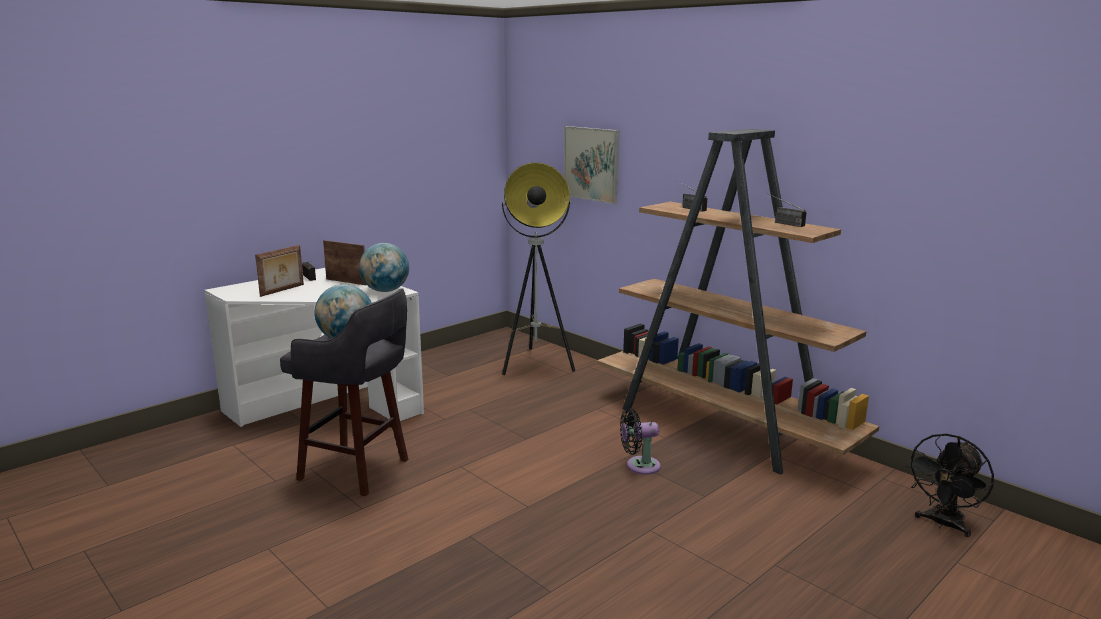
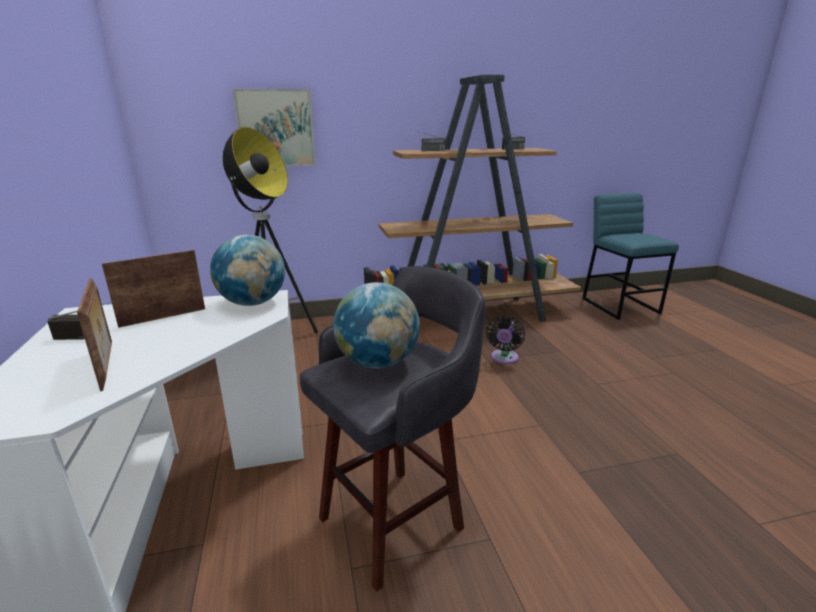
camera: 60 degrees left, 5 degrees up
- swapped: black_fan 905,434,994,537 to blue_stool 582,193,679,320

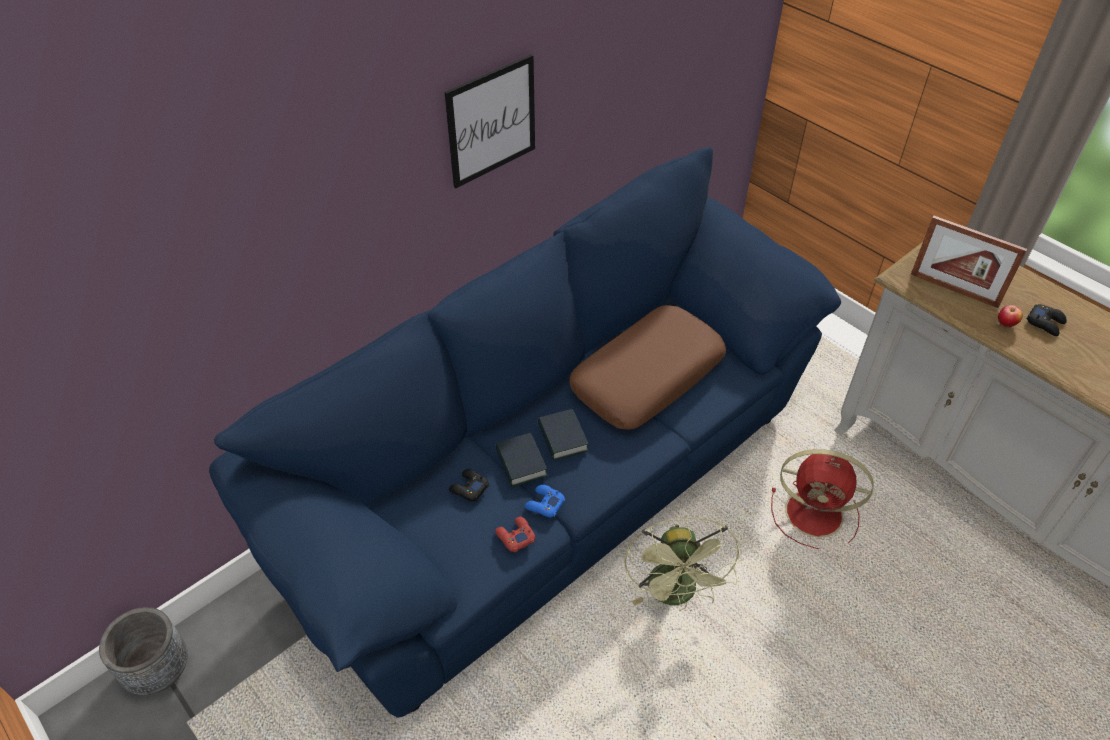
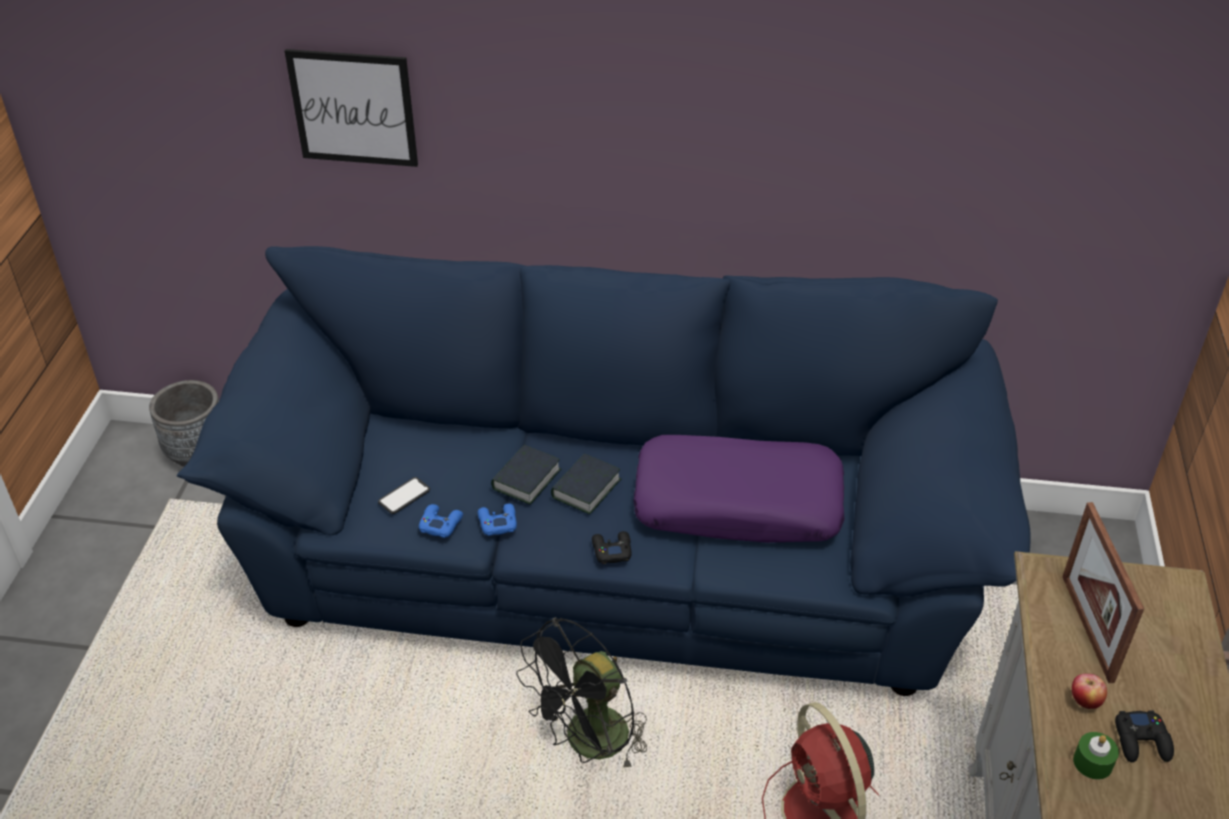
camera: 50 degrees right, 5 degrees down
- new: phone 378,477,430,514
- new: green_candle 1073,732,1119,780
- shifted: picture 445,54,535,188 to 285,49,418,167
- shifted: black_game_controller 449,469,489,502 to 592,531,632,564
- repainted: red_game_controller 495,517,535,552 to blue_game_controller 419,504,463,538
- repainted: brown_pillow 569,305,726,430 to purple_pillow 634,435,845,543
- repainted: green_fan 624,516,742,611 to black_fan 516,617,647,770

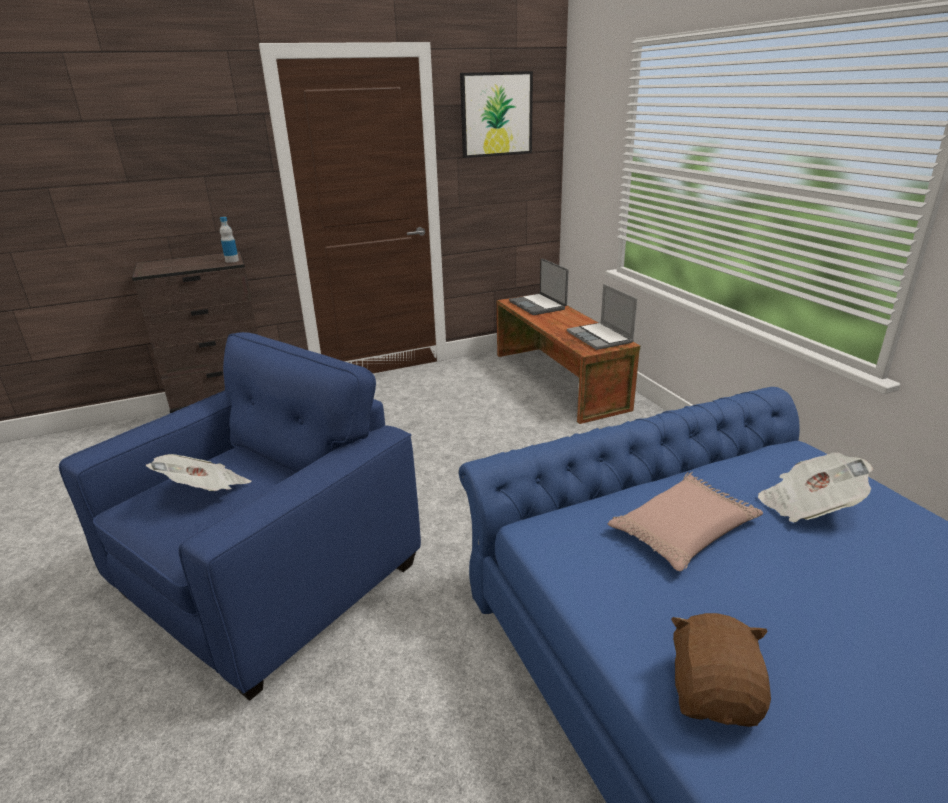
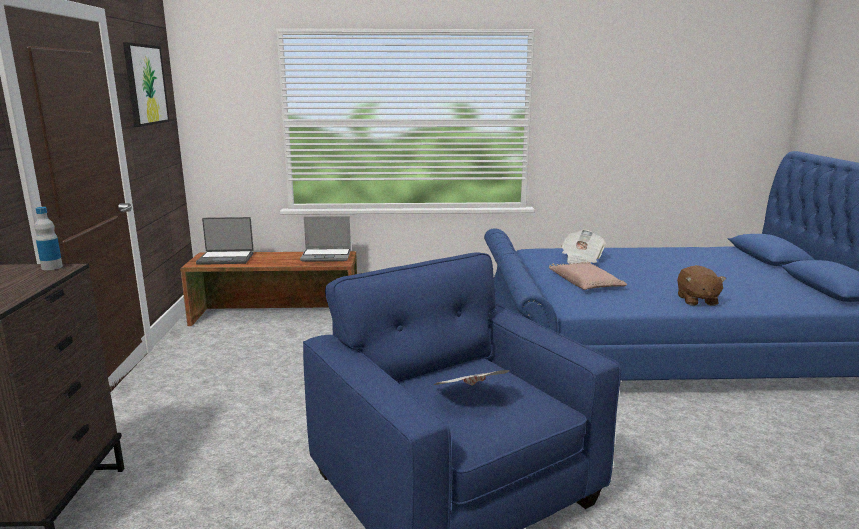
camera: 70 degrees left, 10 degrees down
- rotated: brown_plush_toy 671,613,771,727 = 677,265,726,306 120 degrees counterclockwise

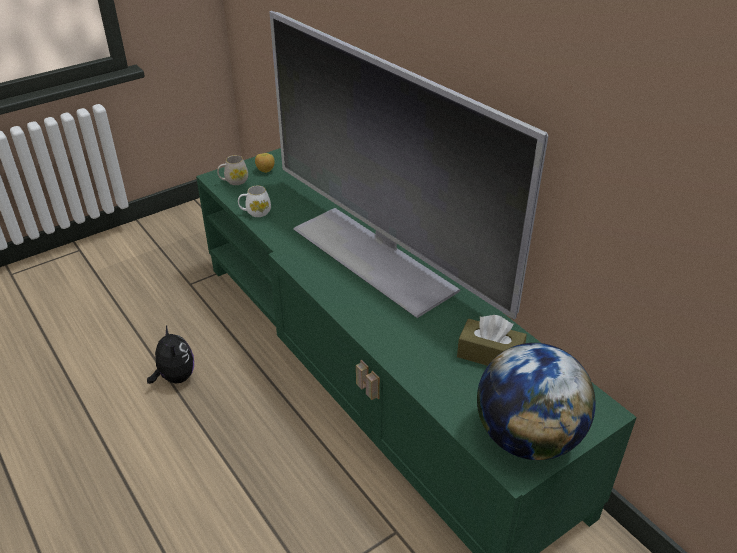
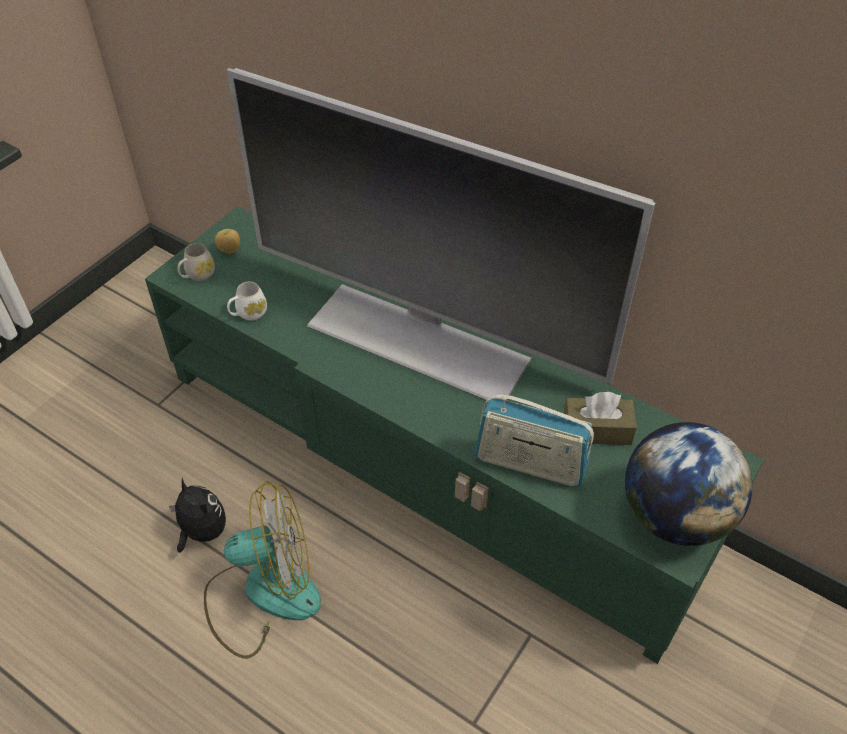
camera: 20 degrees left, 10 degrees up
- new: fan 204,481,321,659
- new: radio 474,395,594,487

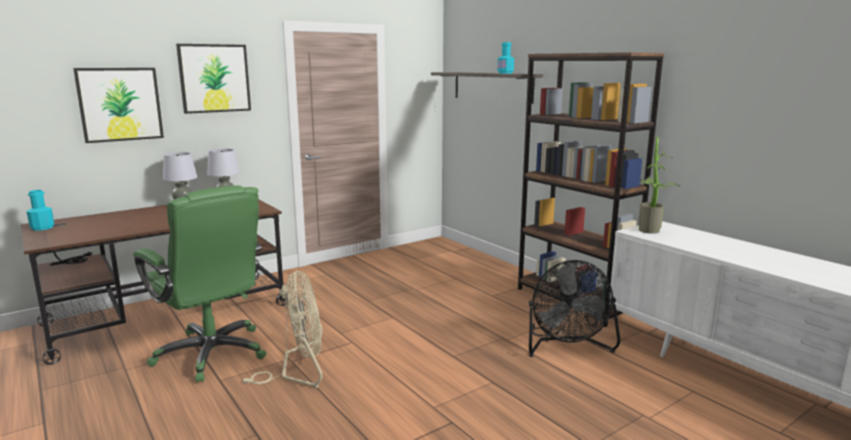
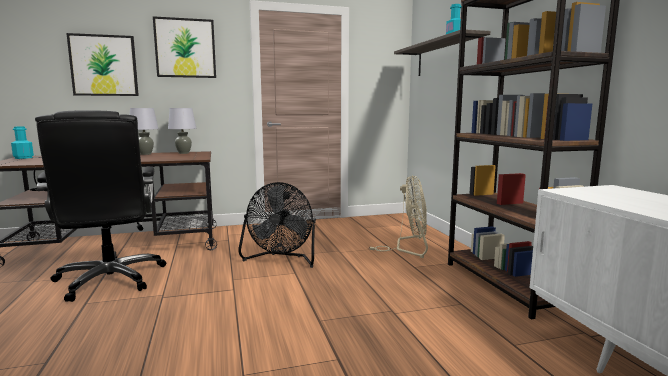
camera: 20 degrees right, 5 degrees down
- gone: potted_plant 638,137,681,234
- shifted: beige_fan 242,271,323,389 to 369,175,428,258
- shifted: black_fan 529,260,620,357 to 238,182,316,268
- repainted: green_office_chair 133,185,267,382 to black_office_chair 35,110,167,302

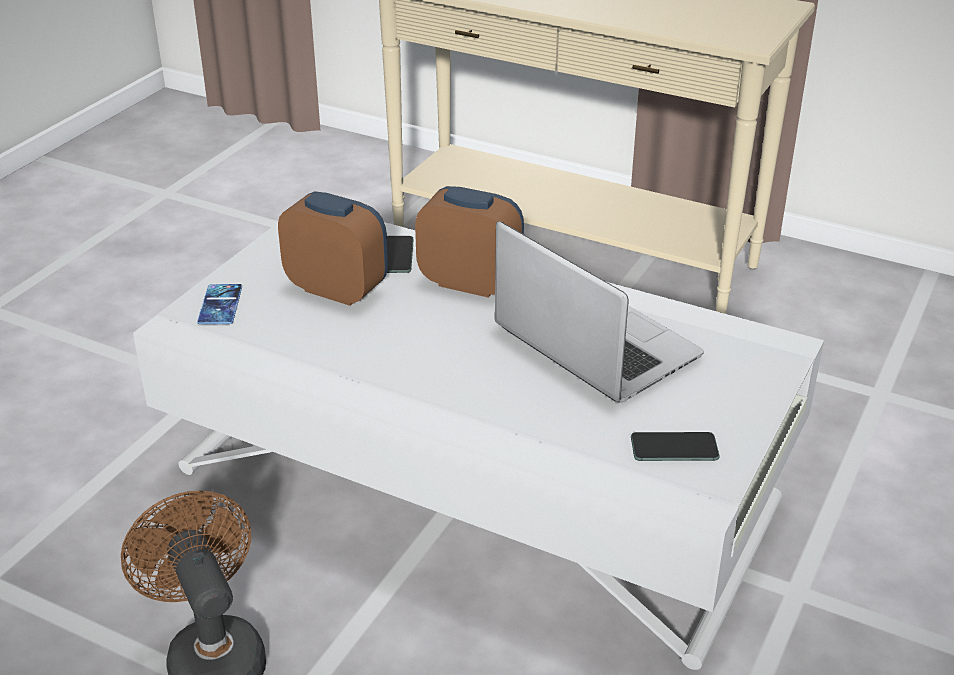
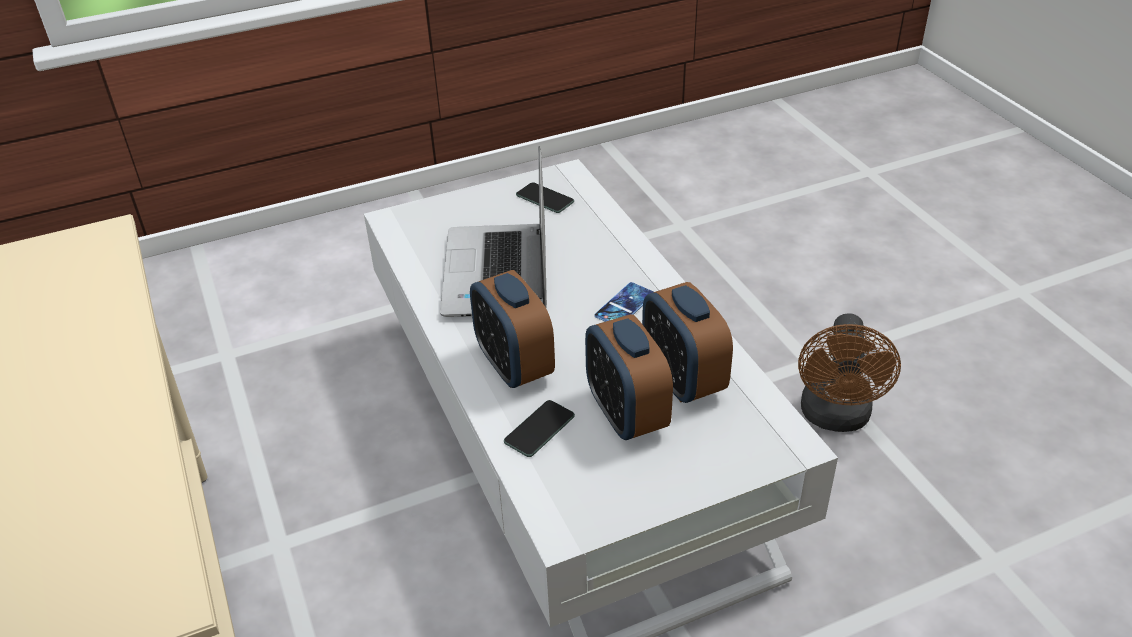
camera: 140 degrees left, 5 degrees up
- new: alarm_clock 642,282,733,403
- shifted: phone 197,284,242,324 to 594,282,654,322

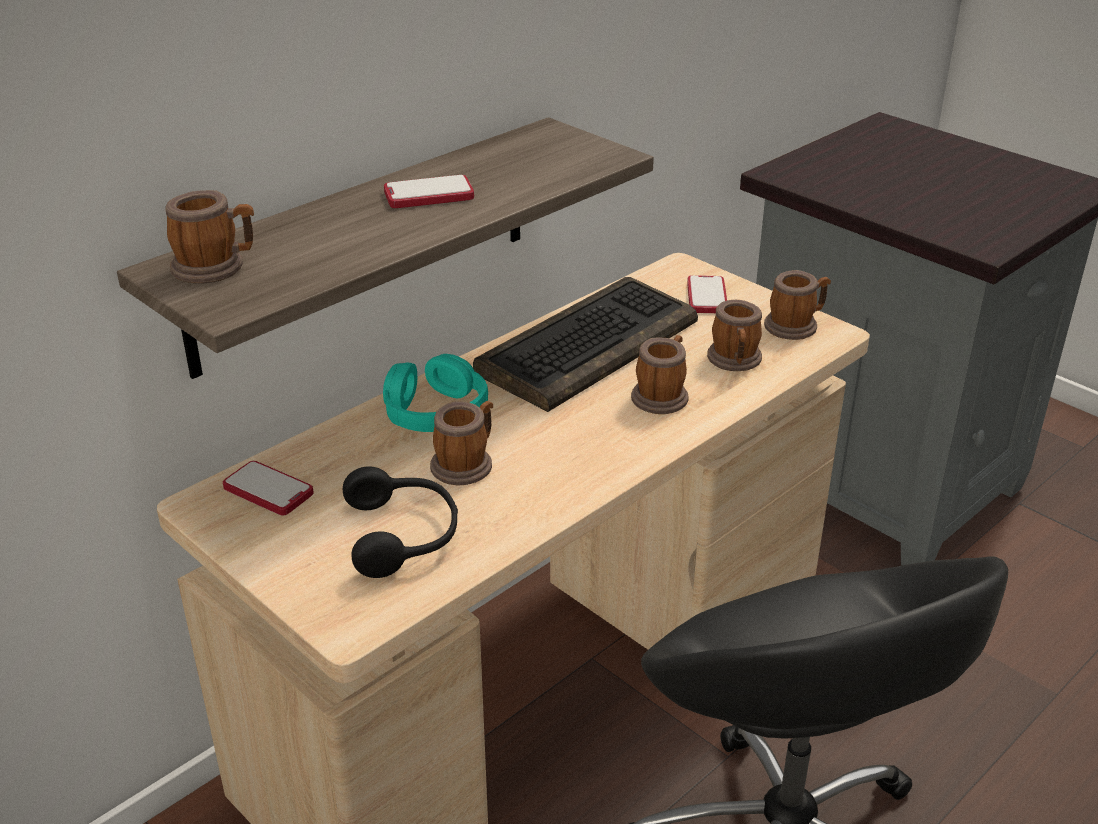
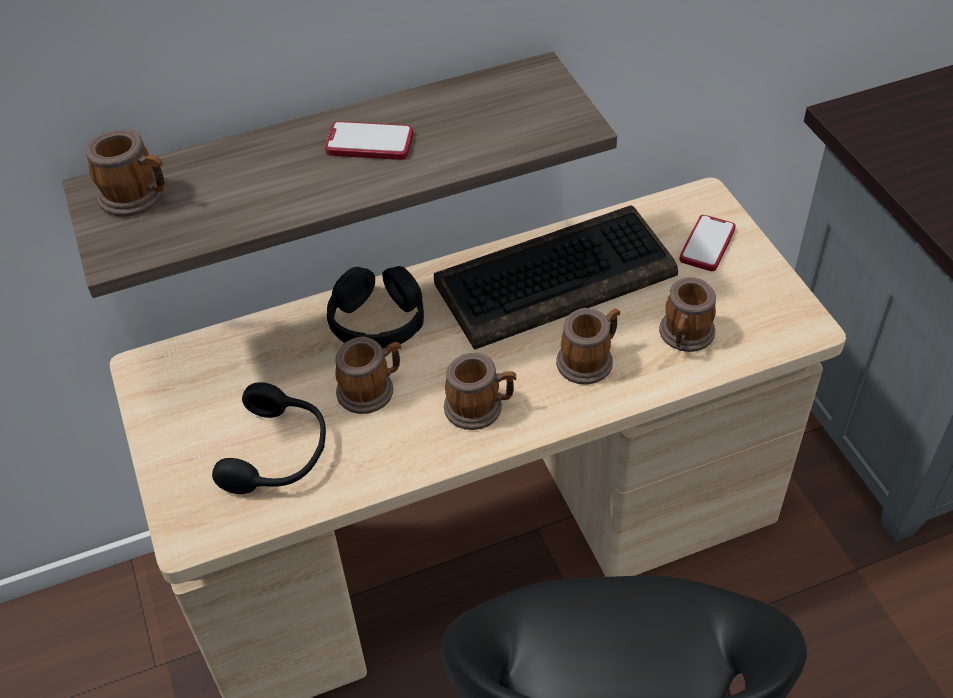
camera: 25 degrees right, 15 degrees up
- gone: phone 223,461,314,516
- shifted: mug 764,270,831,340 to 444,353,516,430
- repainted: turquoise_headphones 383,354,488,432 to black_headphones 327,266,424,349

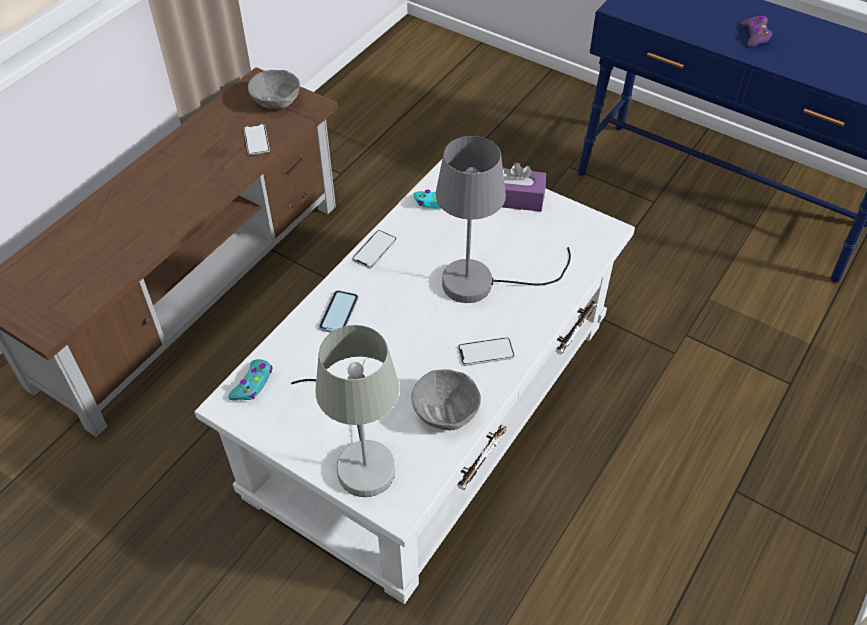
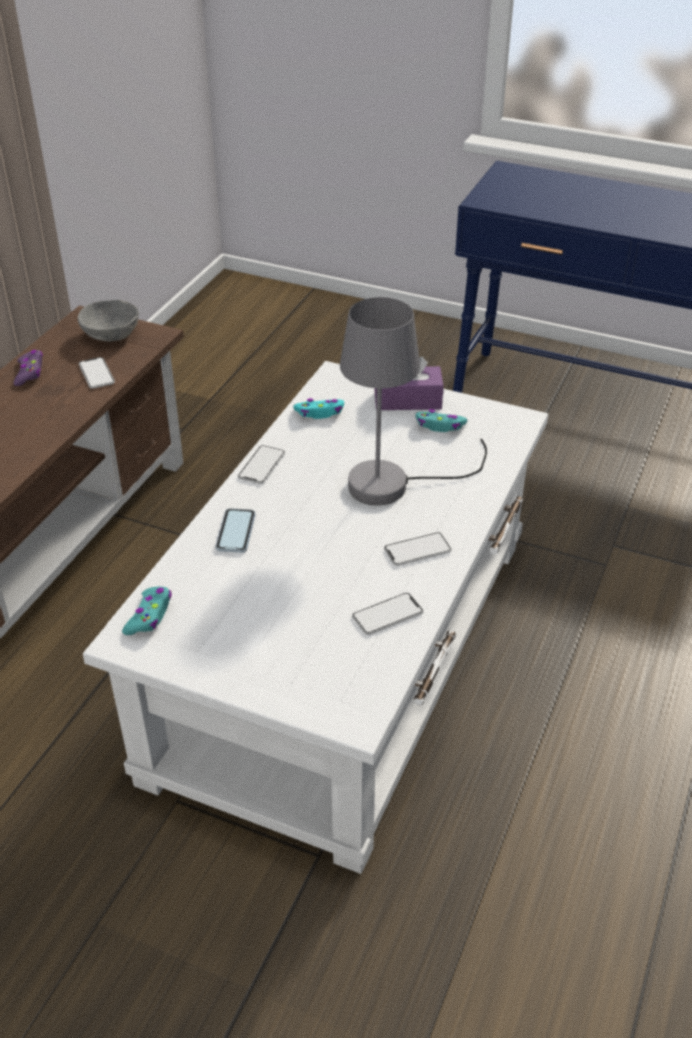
camera: 10 degrees left, 10 degrees down
- gone: grey_table_lamp 291,325,399,497
- new: turquoise_game_controller 416,409,467,432
- shifted: purple_game_controller 741,15,772,47 to 14,350,43,386
- swapped: grey_bowl 411,369,481,431 to phone 352,593,424,635

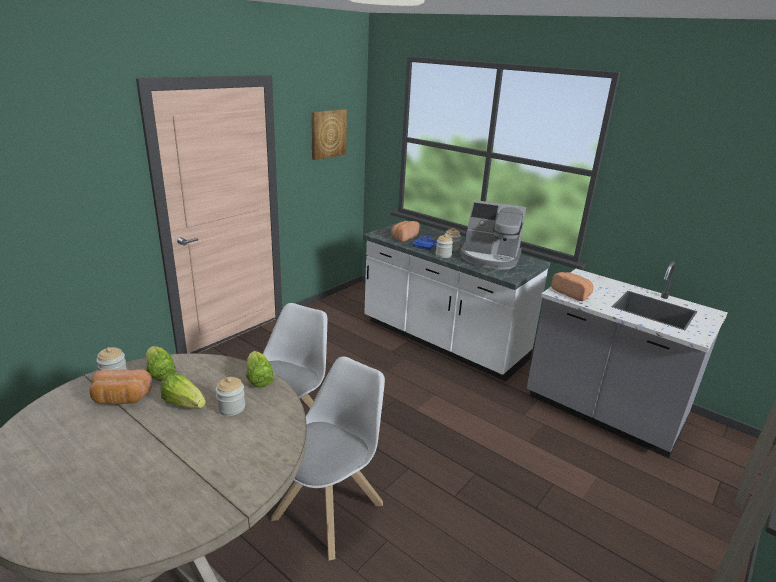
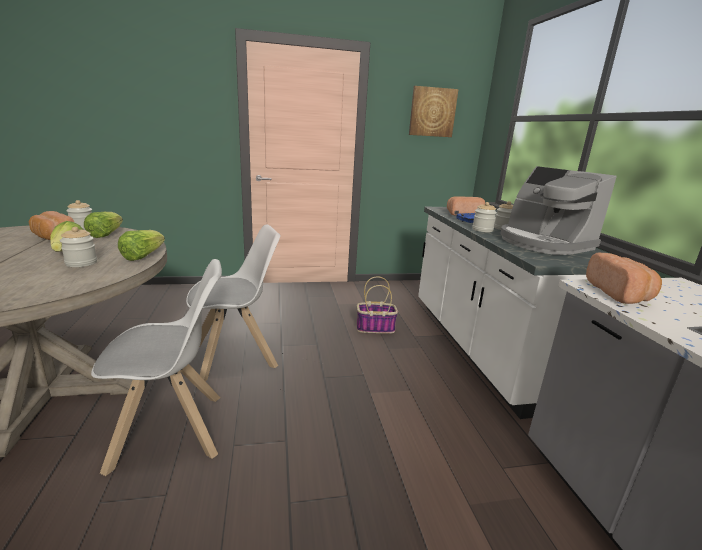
camera: 40 degrees right, 5 degrees down
- new: basket 356,276,398,333

